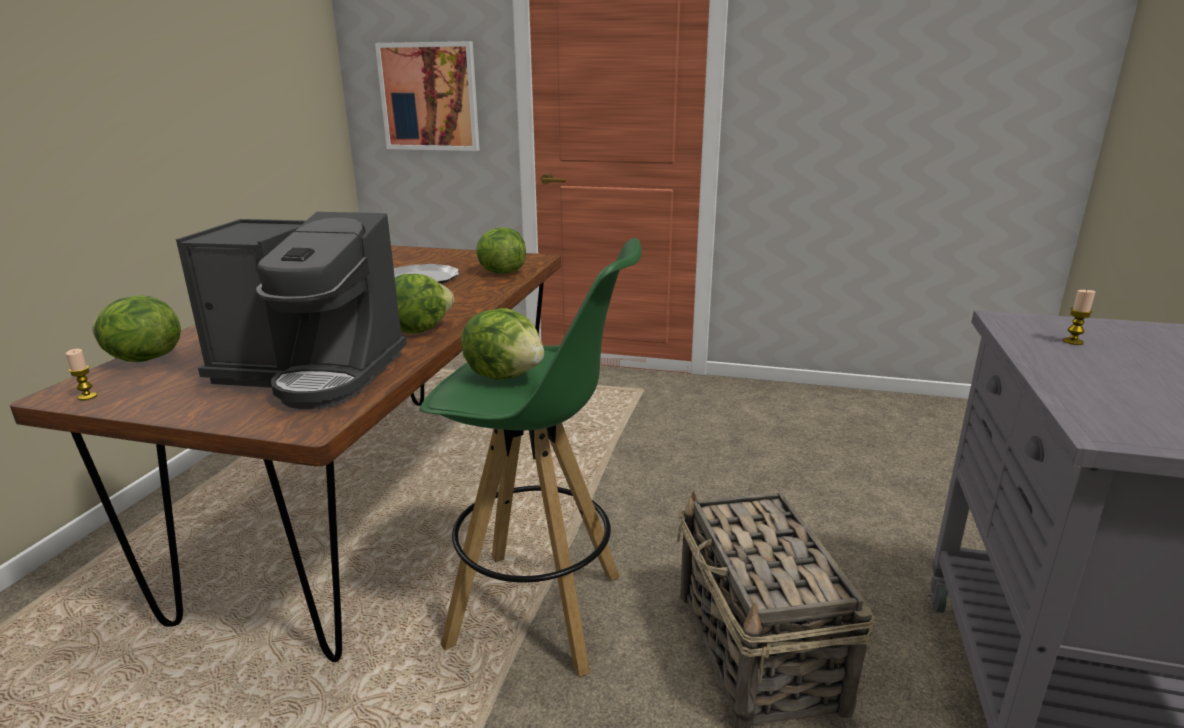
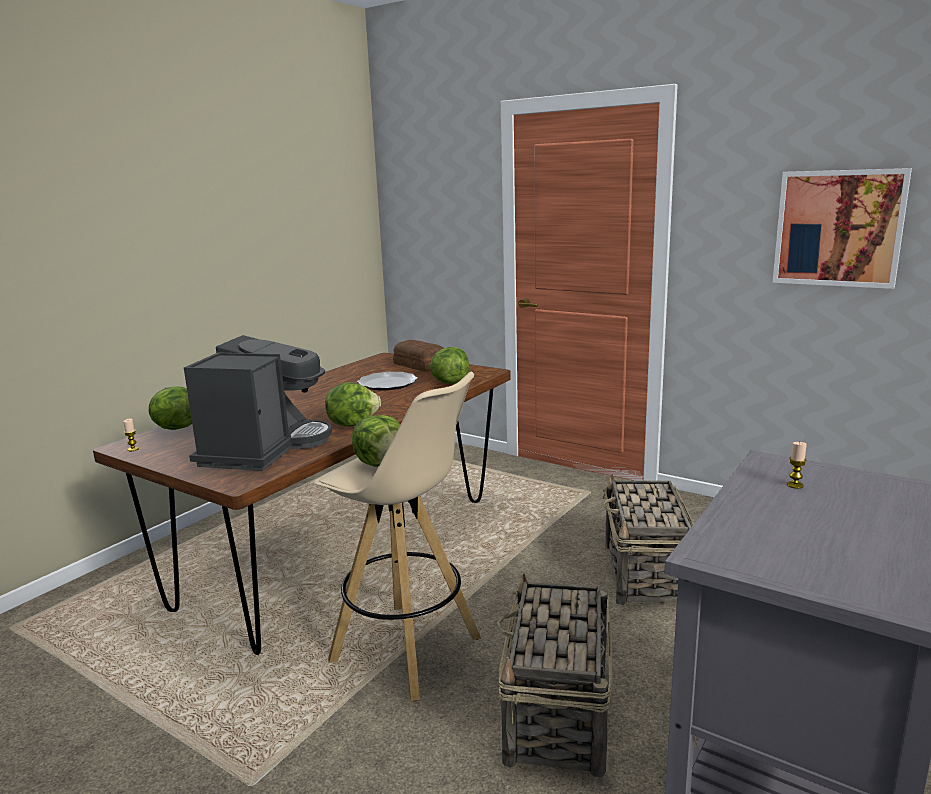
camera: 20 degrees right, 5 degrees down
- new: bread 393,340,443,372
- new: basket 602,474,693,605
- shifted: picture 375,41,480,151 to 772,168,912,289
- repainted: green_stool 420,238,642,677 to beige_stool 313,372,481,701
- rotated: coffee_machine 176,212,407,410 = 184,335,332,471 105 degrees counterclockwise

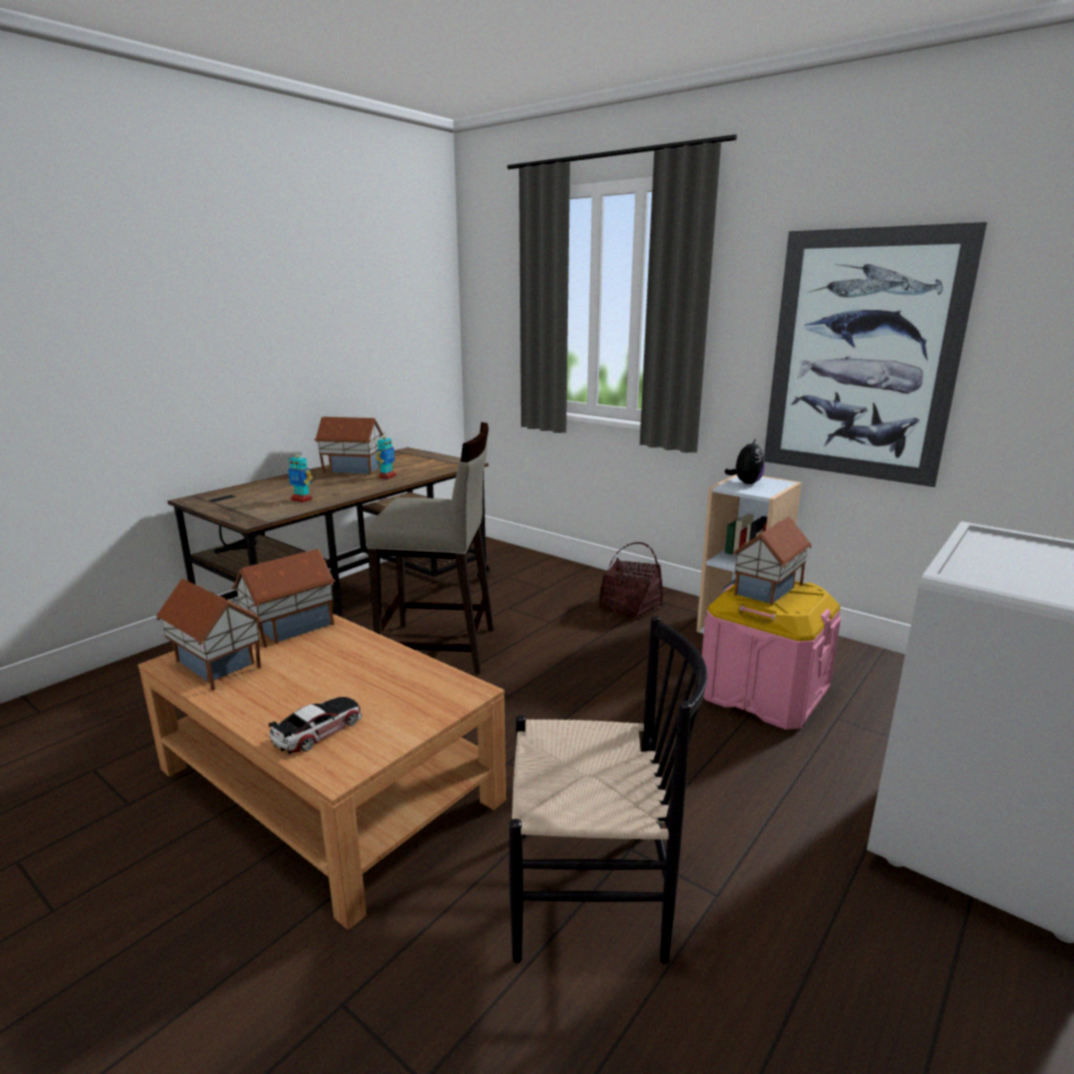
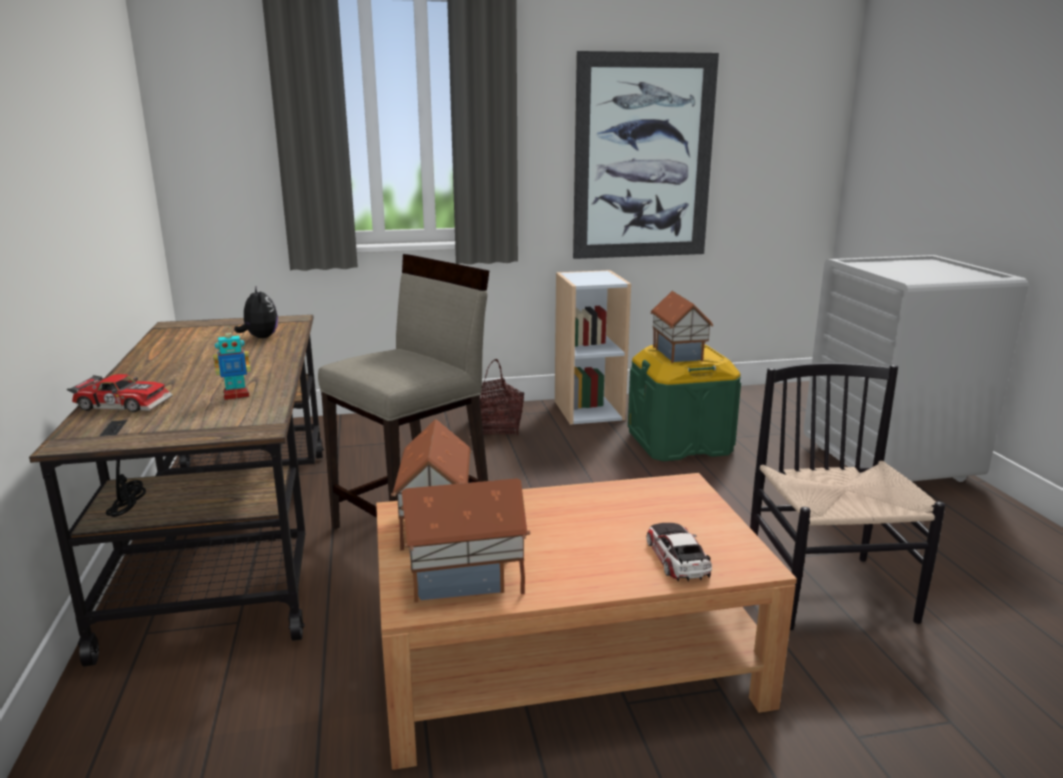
camera: 50 degrees left, 0 degrees up
- gone: toy_house 314,417,384,474
- gone: toy_robot 376,433,396,479
- new: toy_car 67,374,173,413
- shifted: plush_toy 724,440,765,484 to 234,287,278,338
- repainted: pink_storage_box 702,581,841,730 to green_storage_box 628,345,741,461
- rotated: black_chair 509,616,707,964 = 750,363,945,630 45 degrees counterclockwise

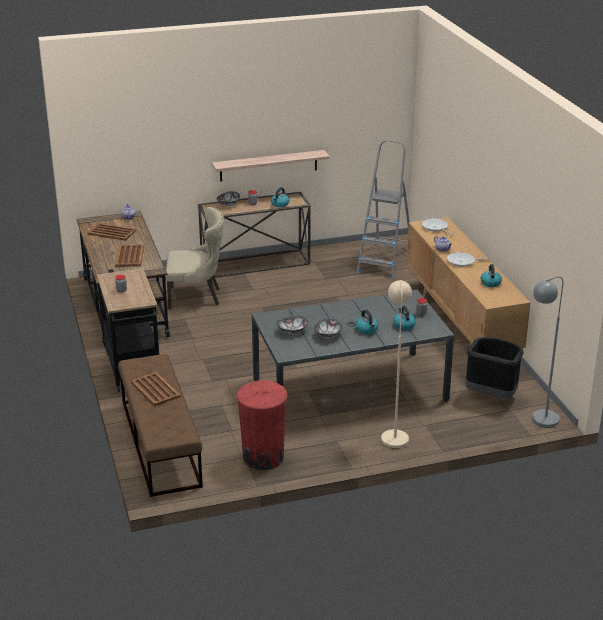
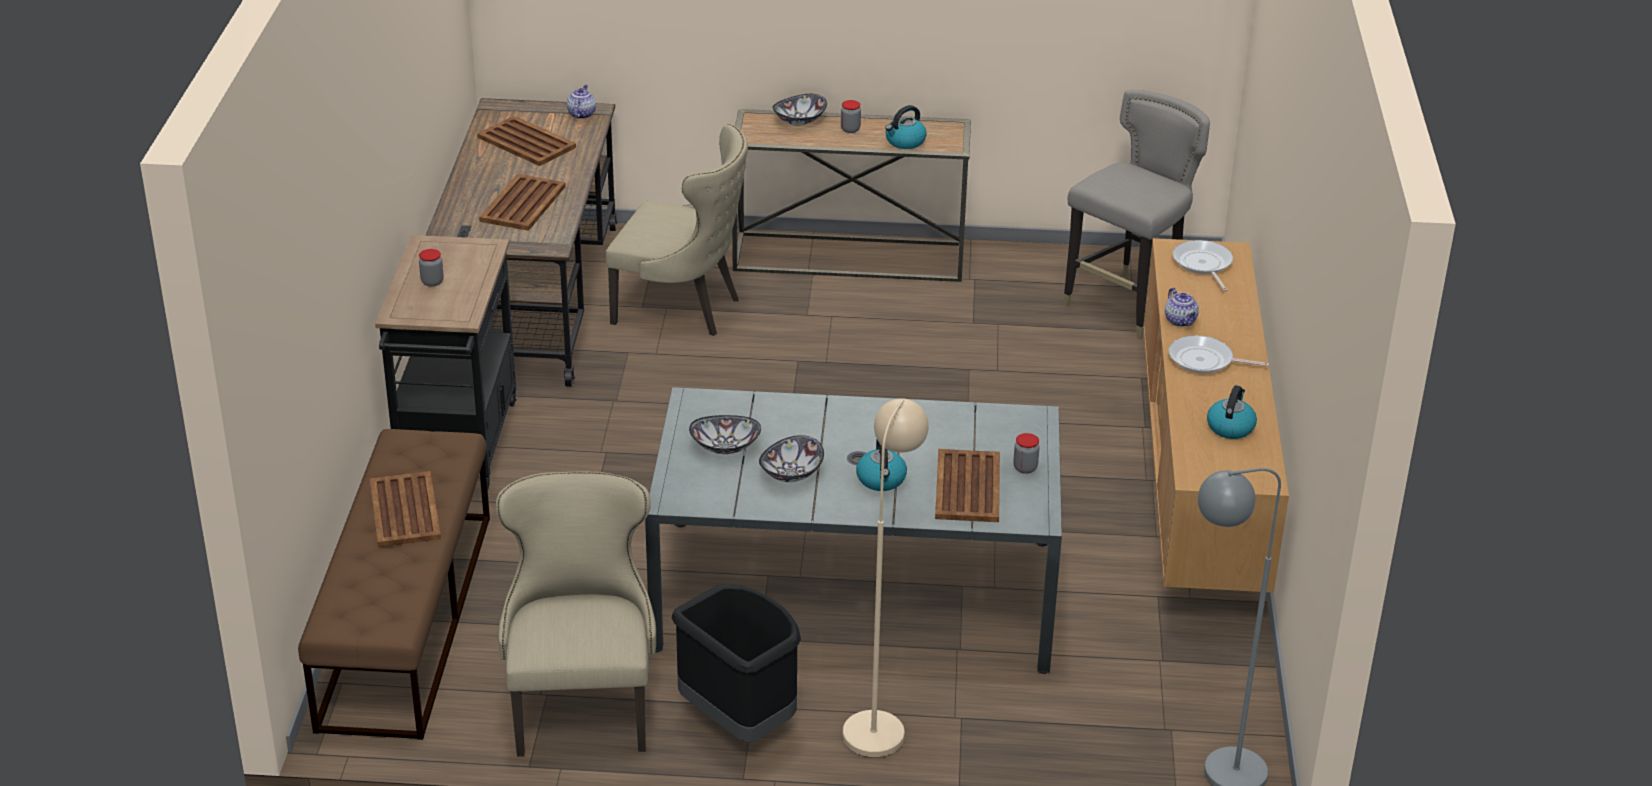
camera: 20 degrees right, 5 degrees up
- gone: shelf 212,150,330,182
- shifted: black_trash_can 466,337,524,399 to 672,584,801,743
- swapped: red_trash_can 237,380,288,470 to beige_chair 496,471,656,757
- swapped: grey_step_ladder 356,140,410,279 to grey_stool 1063,90,1210,340
- swapped: kettle 393,306,416,330 to brown_tray 935,449,1000,522

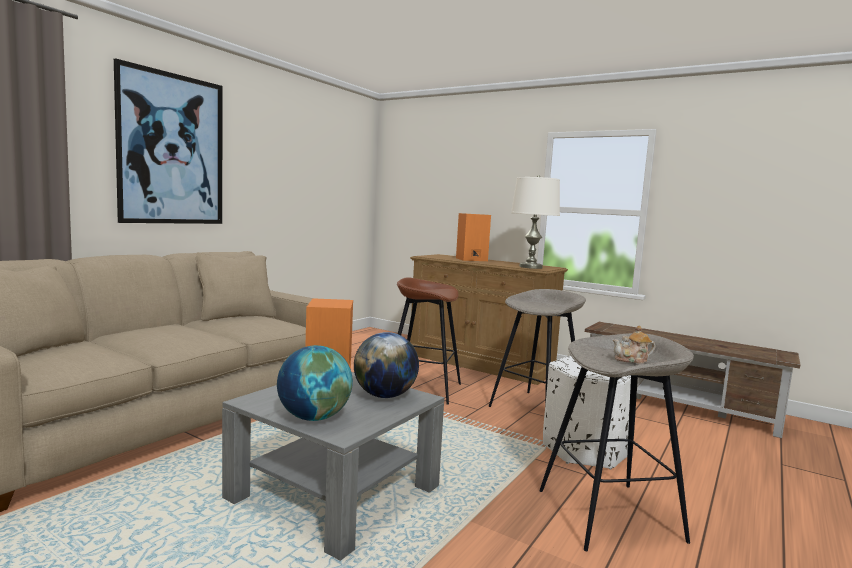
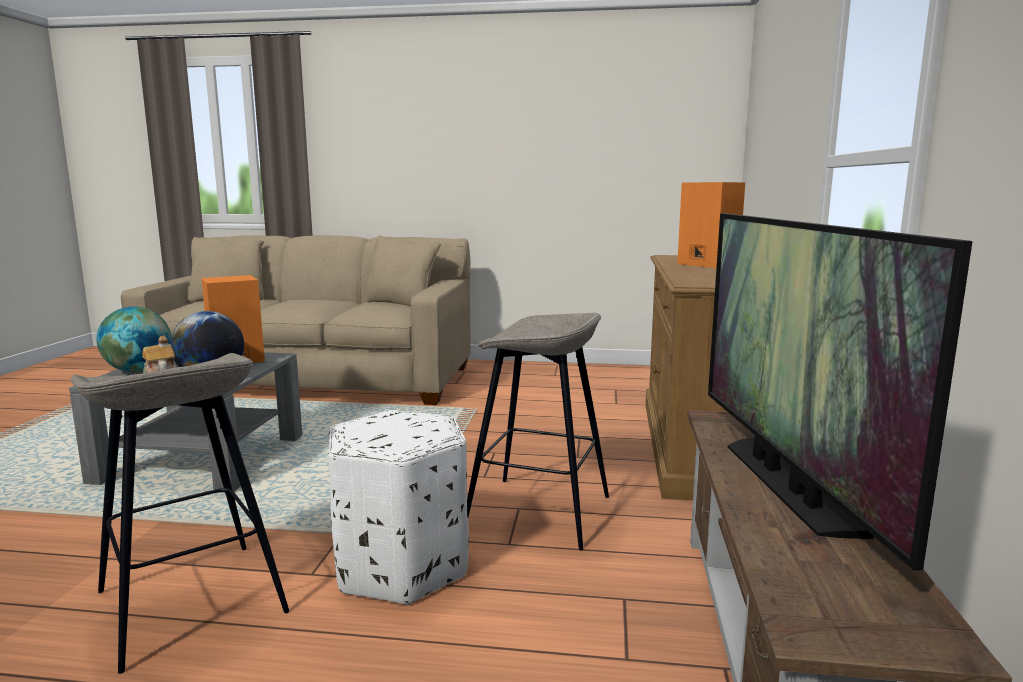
camera: 65 degrees right, 5 degrees up
- gone: picture 114,58,222,224
- gone: brown_stool 397,277,461,405
- gone: white_table_lamp 511,175,560,269
- new: television 708,213,972,571

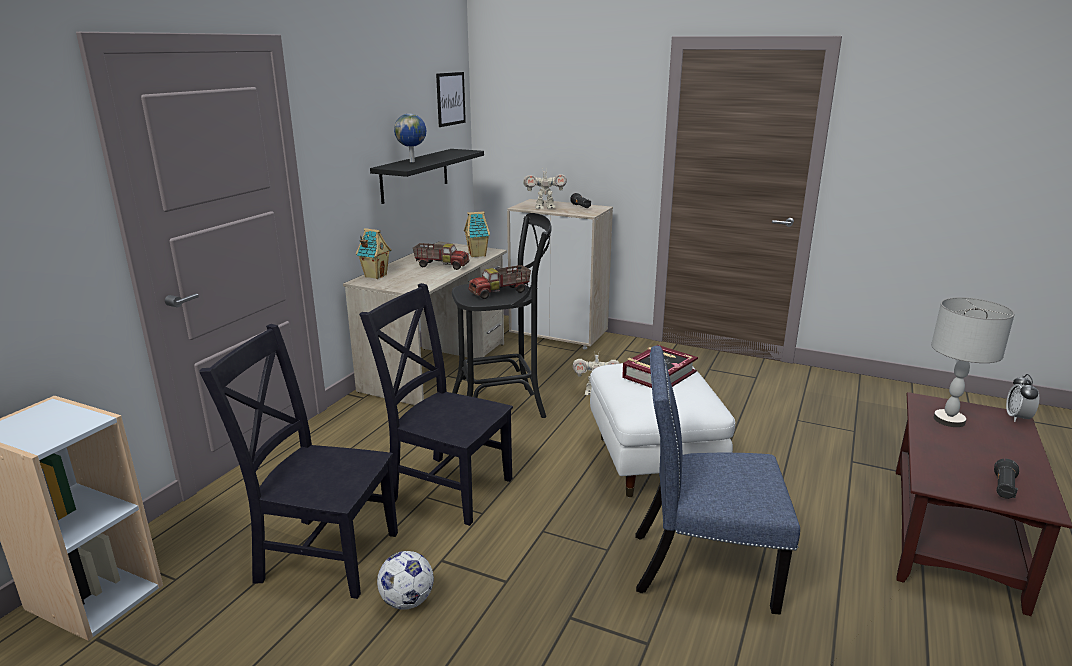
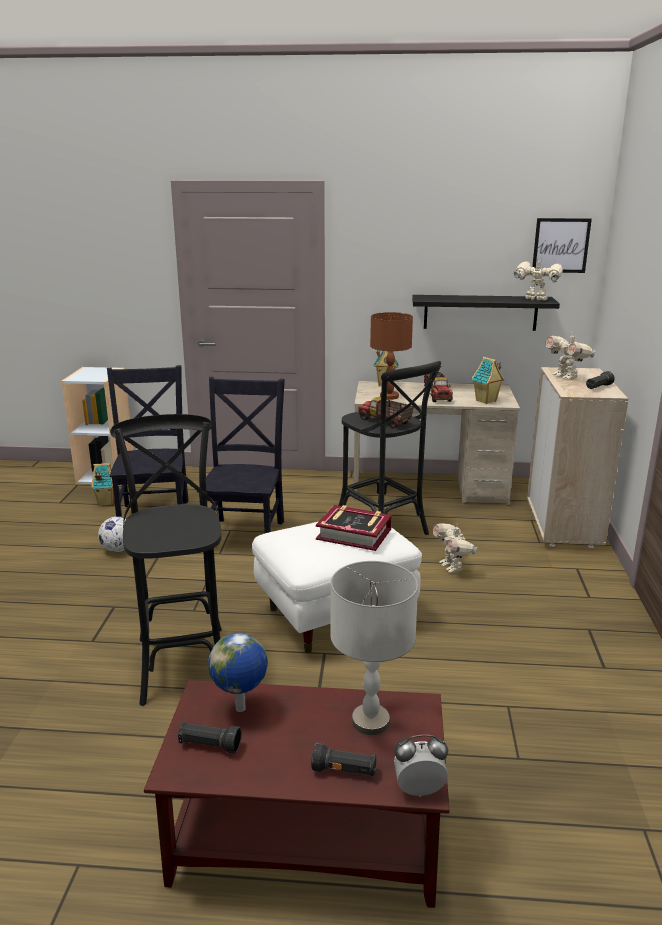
camera: 70 degrees right, 0 degrees up
- new: toy_house 91,463,114,506
- new: black_flashlight 311,743,376,776
- new: brown_table_lamp 370,312,413,400
- new: toy_robot 514,257,563,301
- shifted: globe 394,114,426,162 to 208,633,268,712
- swapped: blue_chair 635,346,800,614 to black_stool 110,414,222,706

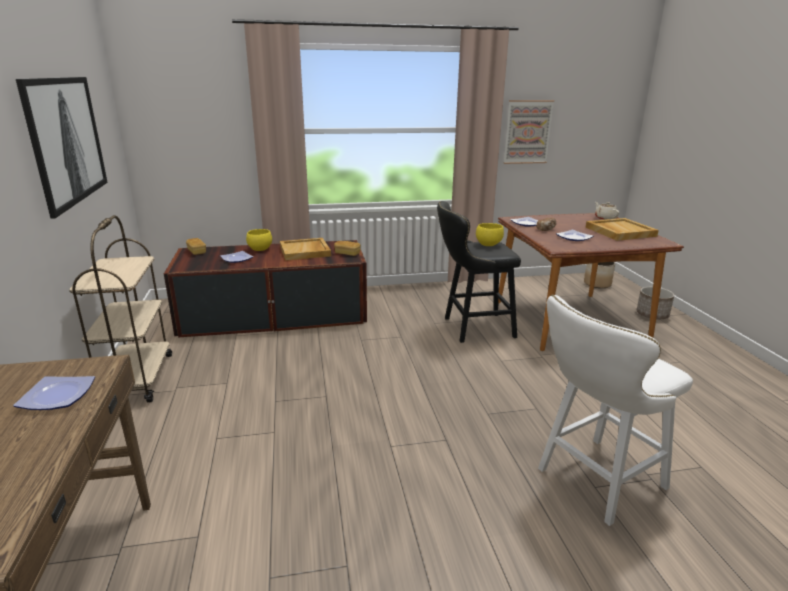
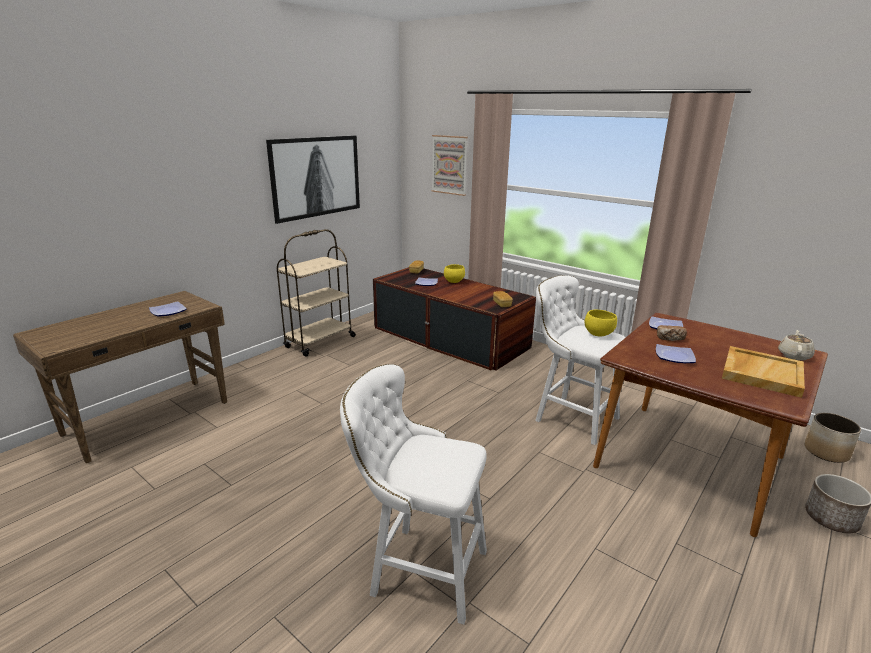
camera: 50 degrees right, 0 degrees up
- gone: beige_tray 280,238,331,260
- shifted: picture 503,100,554,164 to 432,135,468,196
- repainted: black_stool 437,201,521,343 to white_stool 535,275,626,445

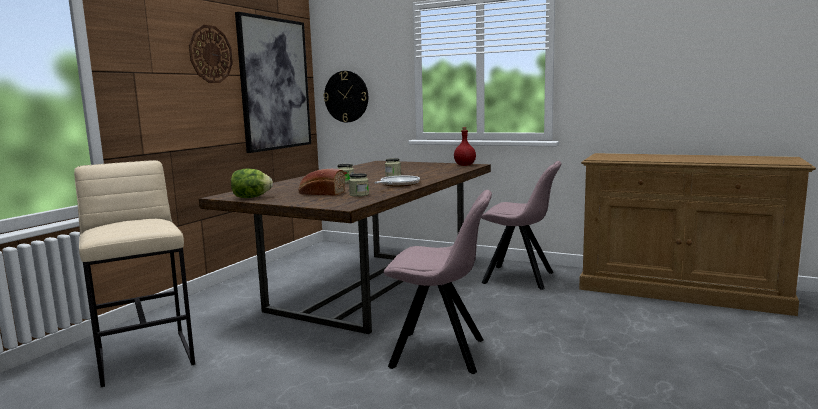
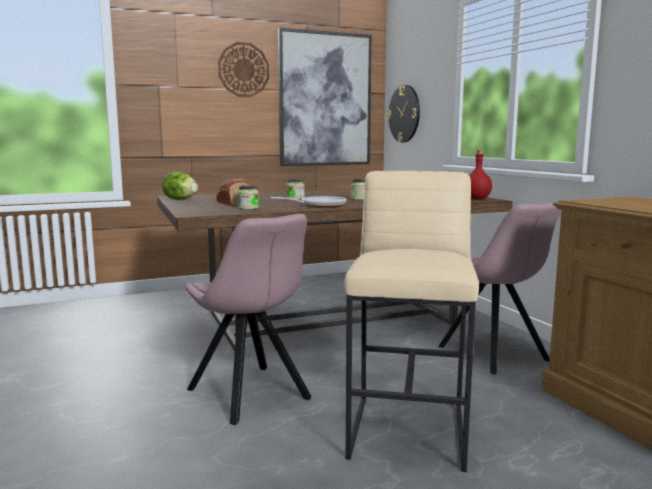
camera: 40 degrees right, 0 degrees up
- shifted: beige_stool 74,160,195,387 to 344,171,479,472

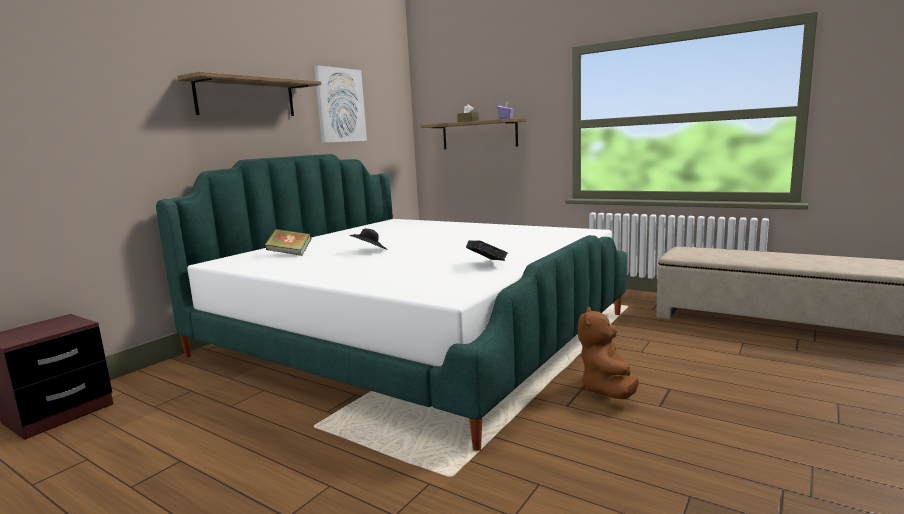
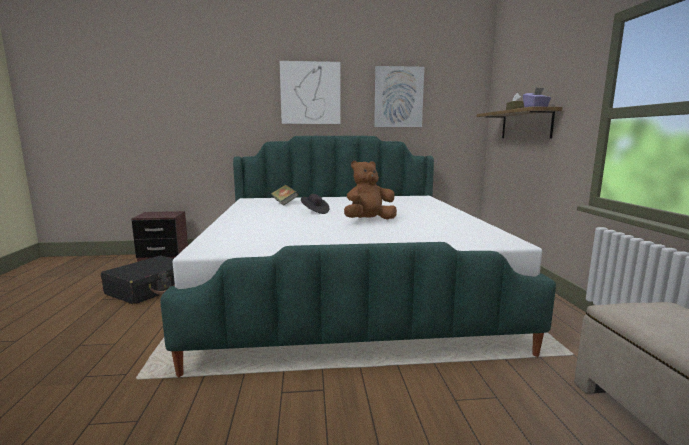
camera: 50 degrees right, 0 degrees up
- gone: book 466,240,508,261
- new: black_suitcase 101,255,175,305
- shifted: brown_plush_toy 578,307,639,399 to 344,161,397,220
- swapped: shelf 177,71,321,116 to picture 279,61,341,124

